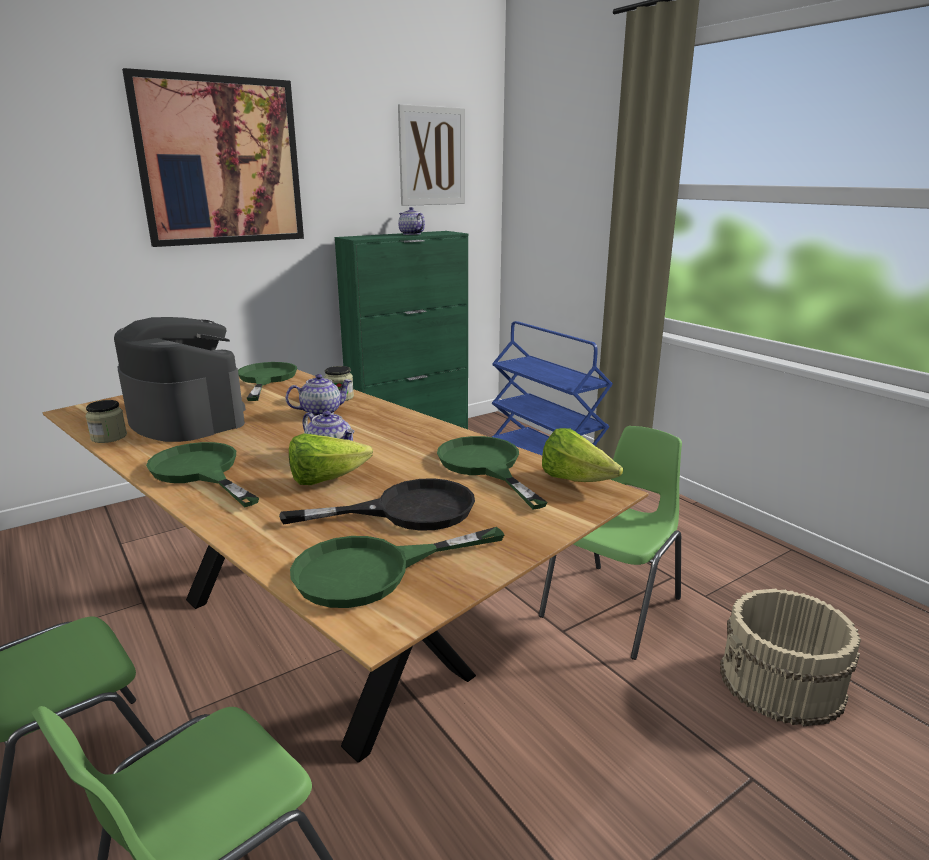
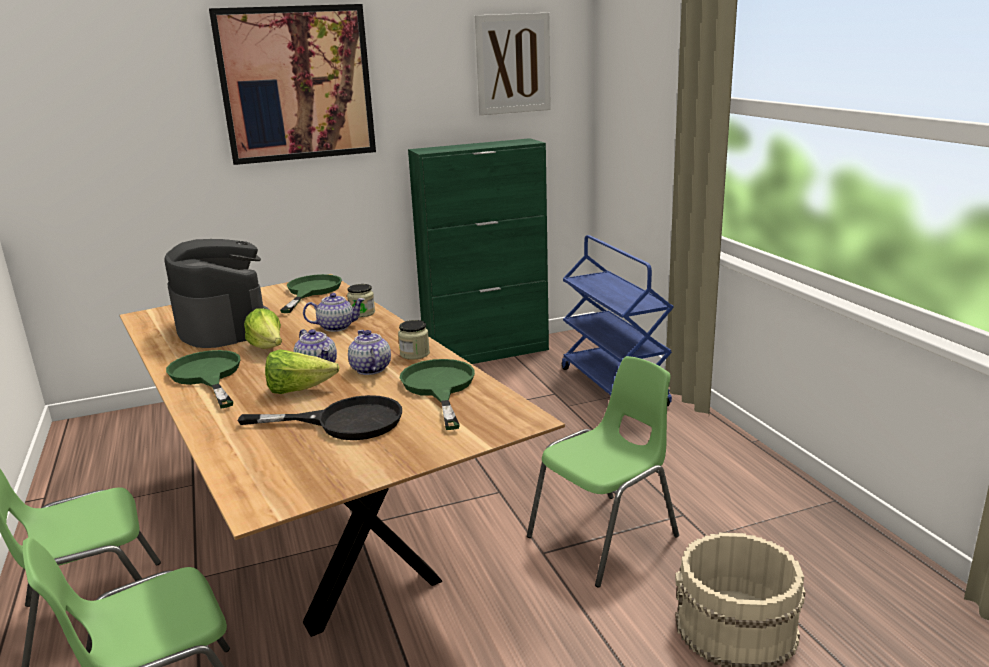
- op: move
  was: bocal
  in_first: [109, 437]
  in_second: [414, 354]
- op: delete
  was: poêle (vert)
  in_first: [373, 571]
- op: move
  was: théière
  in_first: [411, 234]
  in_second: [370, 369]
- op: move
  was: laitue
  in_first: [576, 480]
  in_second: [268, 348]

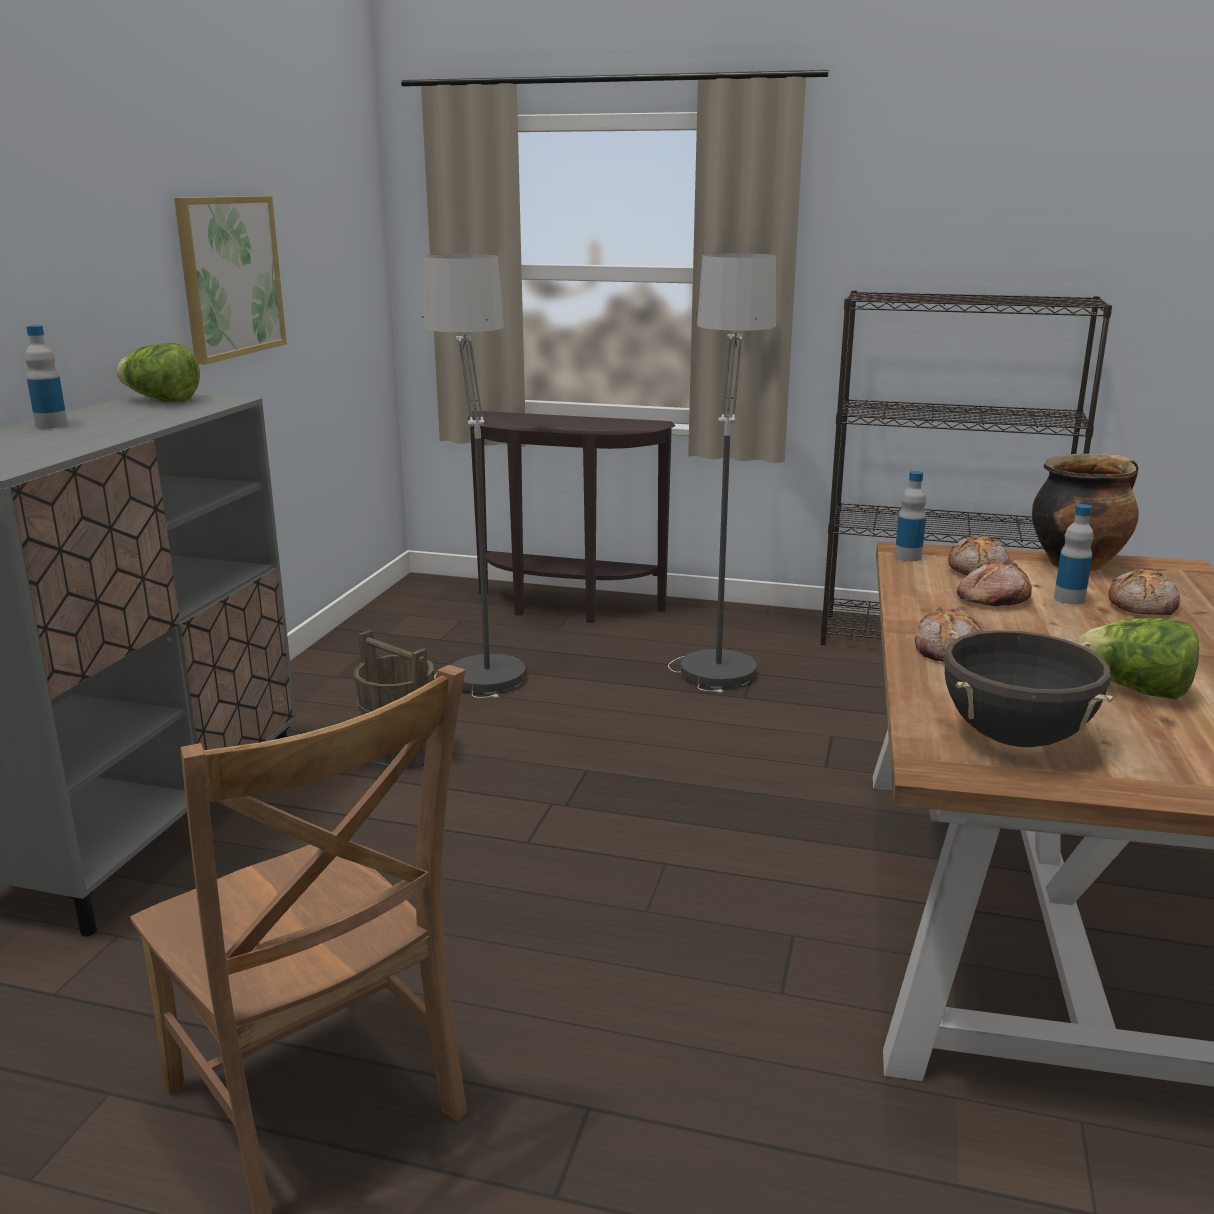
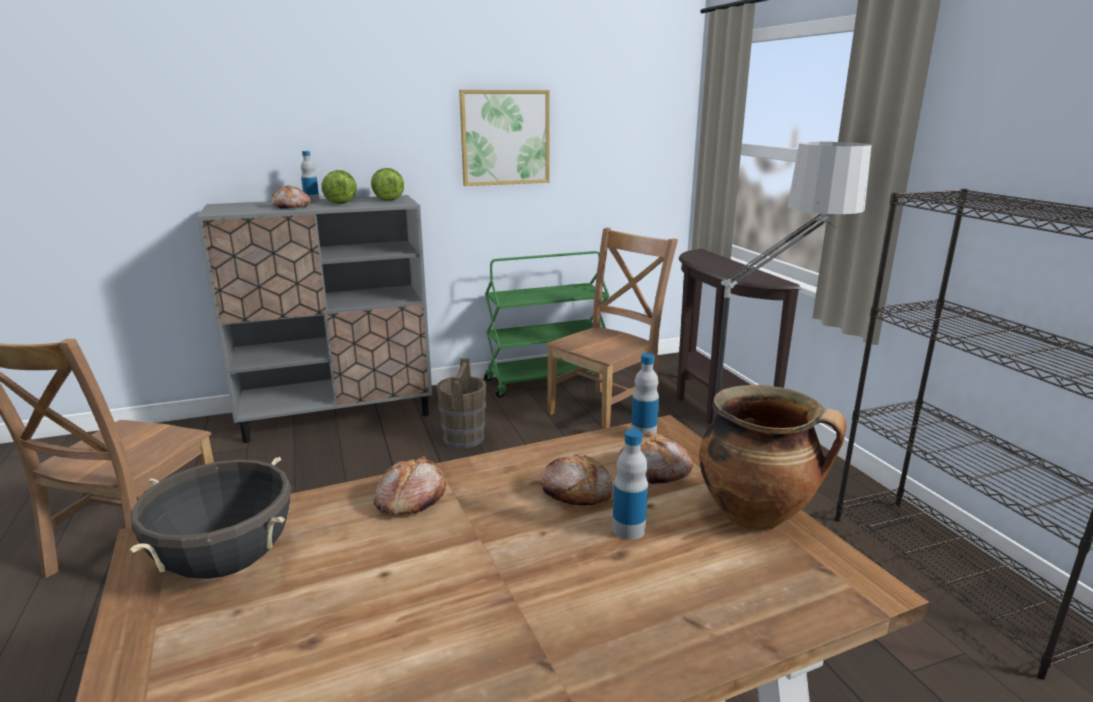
- op: replace
  was: lampadaire
  now: chaise (marron)
  in_first: [479, 655]
  in_second: [606, 410]
- op: move
  was: laitue
  in_first: [1136, 690]
  in_second: [341, 202]
- op: move
  was: pain
  in_first: [1143, 606]
  in_second: [291, 206]
- op: insert
  now: chariot (vert)
  in_second: [546, 380]

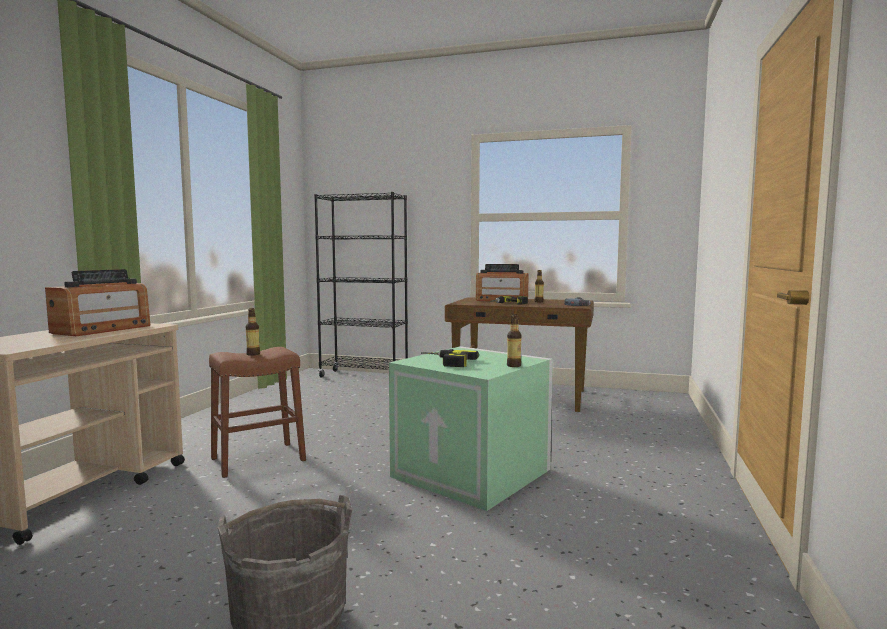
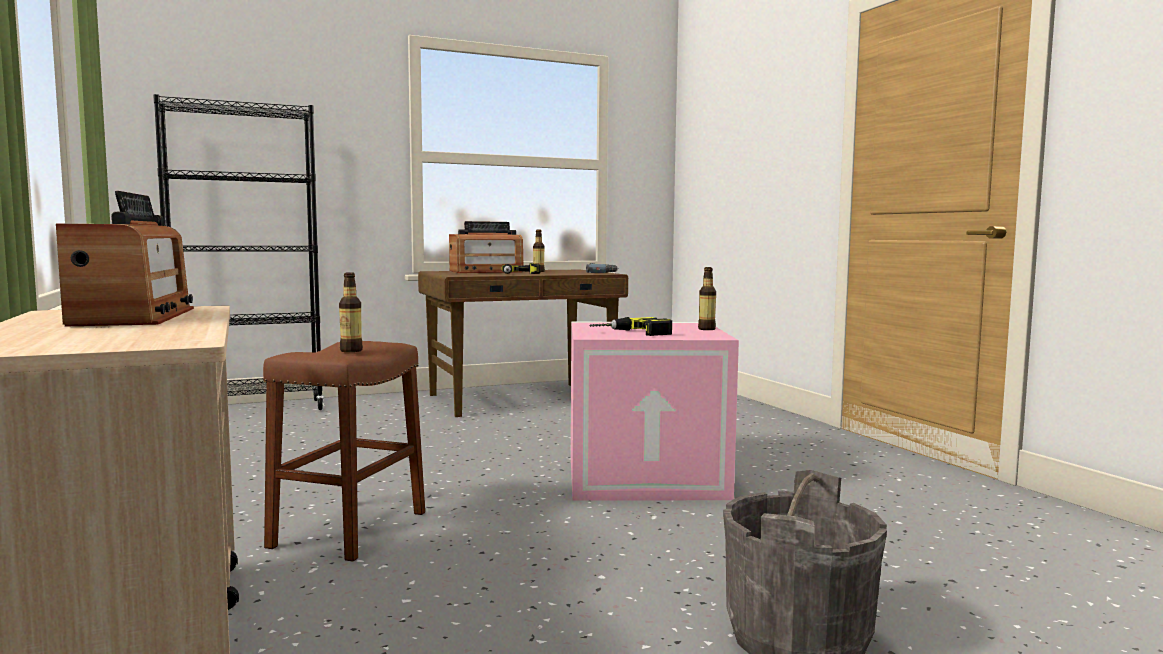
- op: recolor
  was: boîte de rangement (vert)
  now: boîte de rangement (rose)
  in_first: [474, 473]
  in_second: [646, 474]

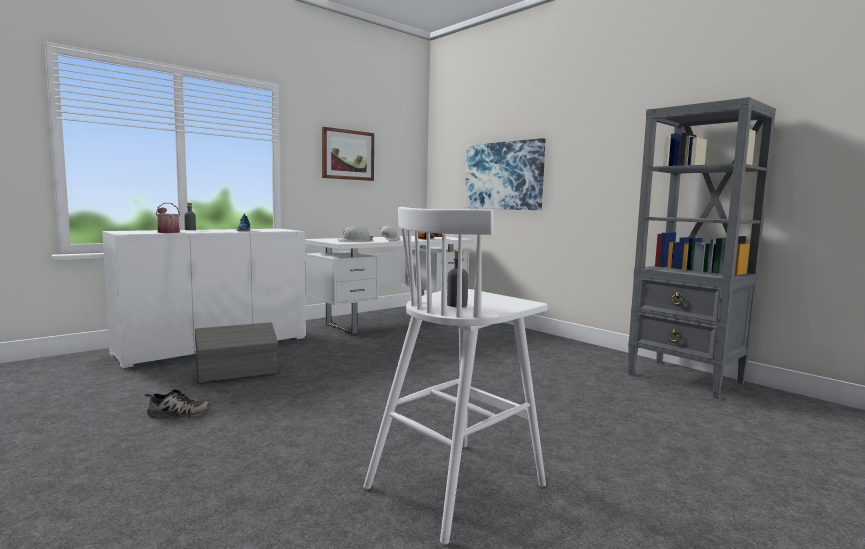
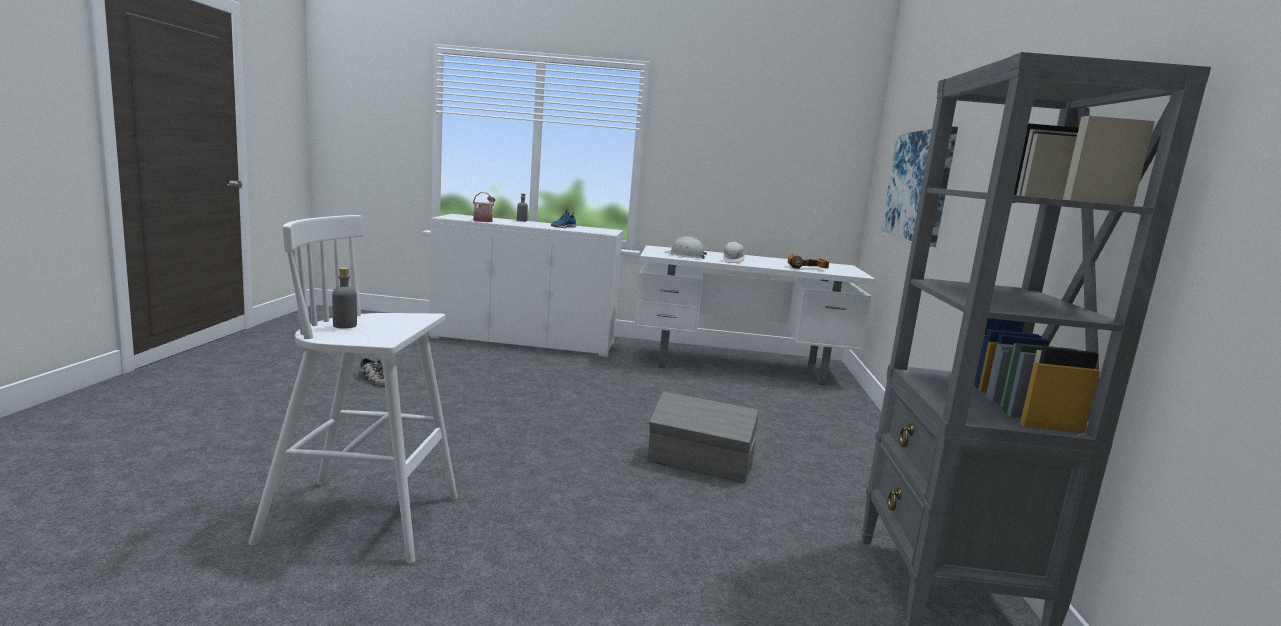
- op: move
  was: boîte de rangement (gris)
  in_first: [238, 373]
  in_second: [700, 464]
- op: delete
  was: tableau
  in_first: [348, 155]

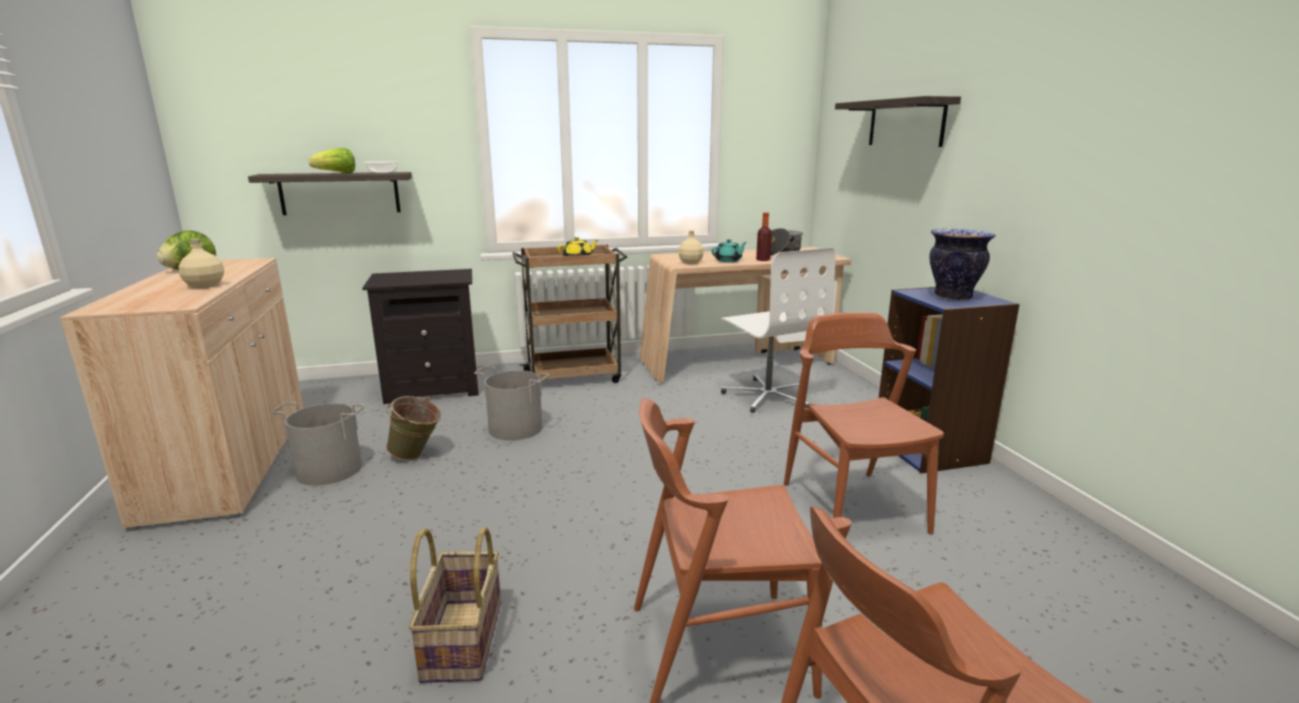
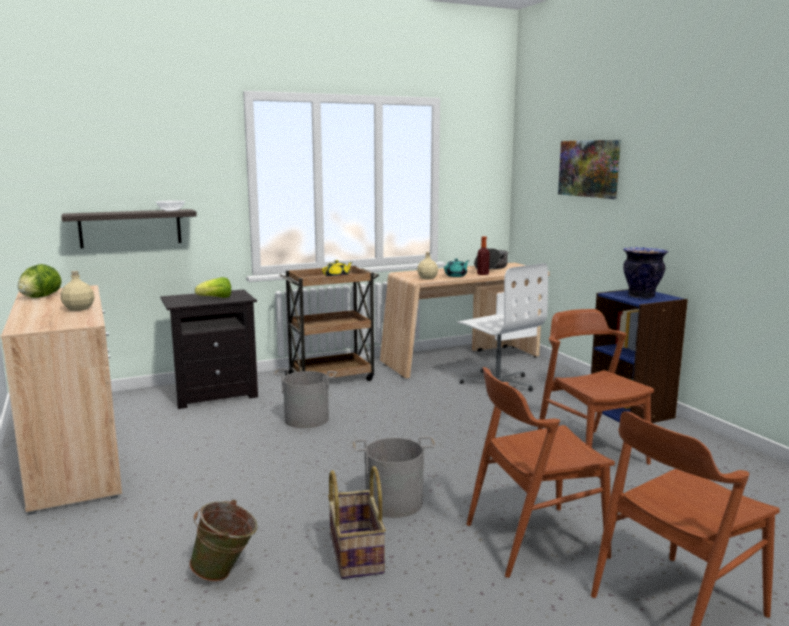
- op: move
  was: seau (gris)
  in_first: [330, 469]
  in_second: [394, 502]
- op: move
  was: laitue
  in_first: [336, 173]
  in_second: [216, 298]
- op: move
  was: seau (vert)
  in_first: [417, 456]
  in_second: [226, 574]
- op: replace
  was: étagère
  now: tableau
  in_first: [905, 123]
  in_second: [589, 168]

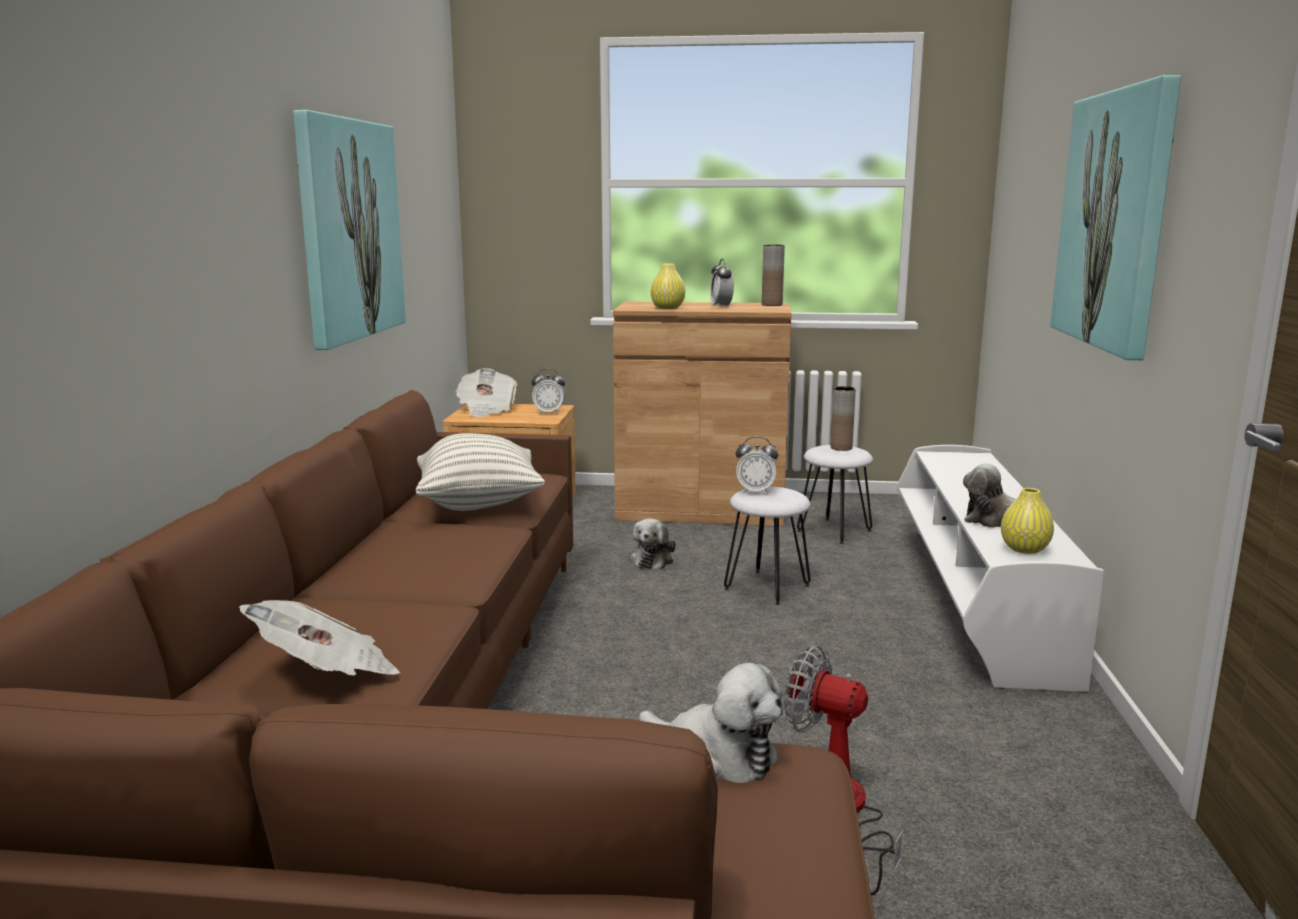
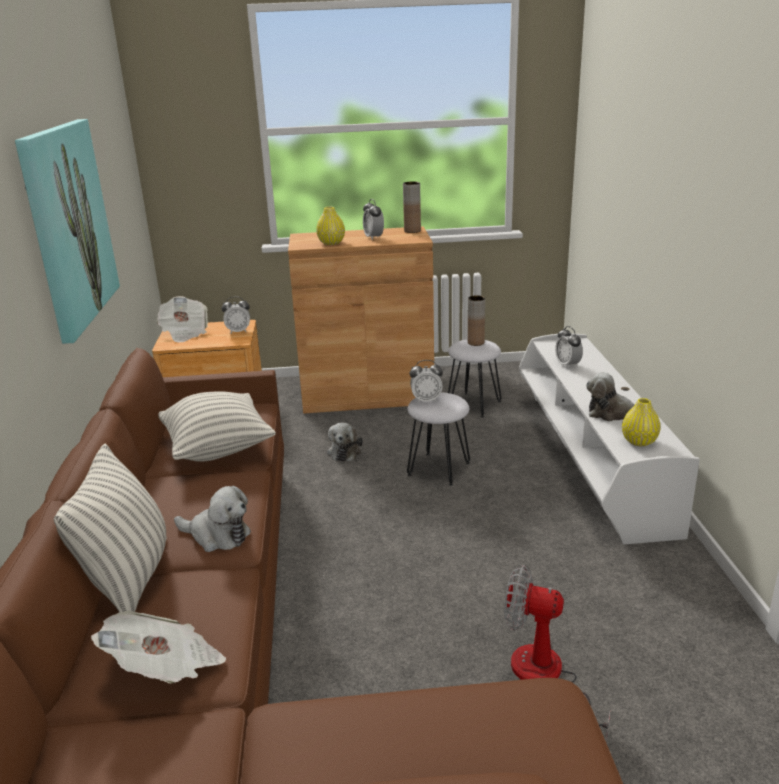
- op: move
  was: peluche
  in_first: [716, 756]
  in_second: [217, 535]
- op: delete
  was: tableau
  in_first: [1115, 220]
- op: insert
  now: coussin
  in_second: [129, 579]
- op: insert
  now: réveil
  in_second: [567, 365]

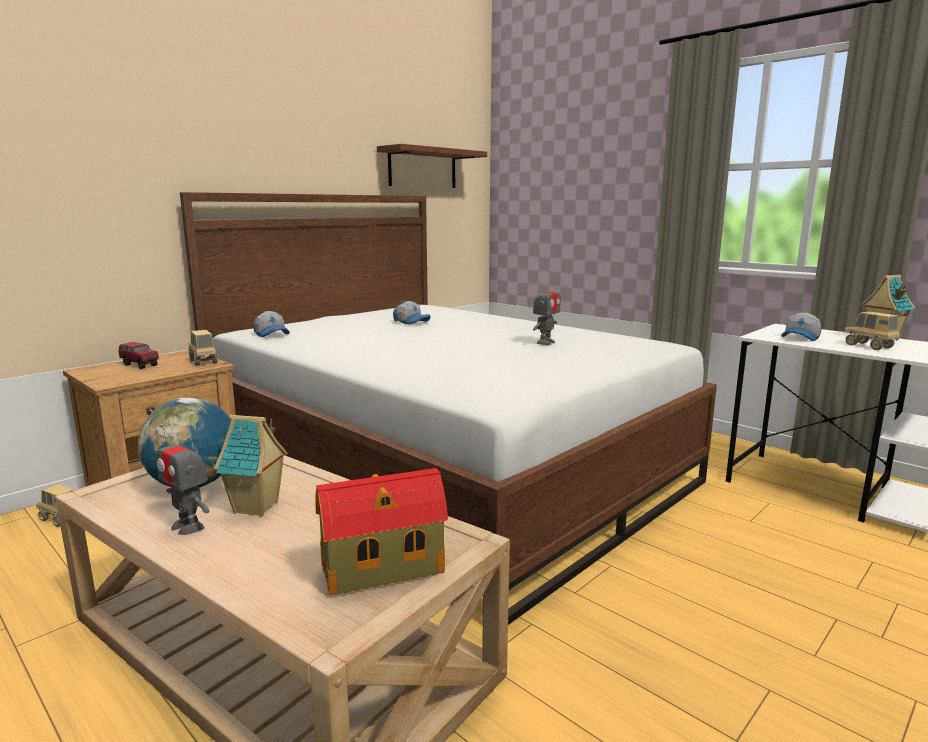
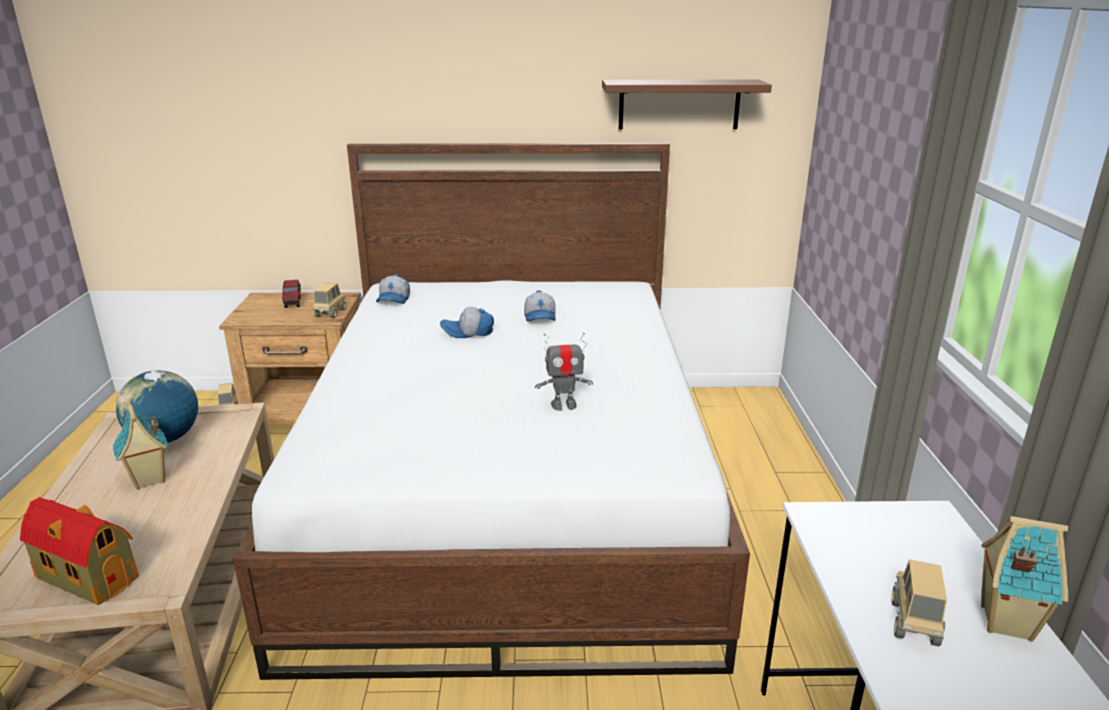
- op: delete
  was: robot jouet
  in_first: [188, 526]
- op: move
  was: casquette
  in_first: [801, 338]
  in_second: [468, 332]

